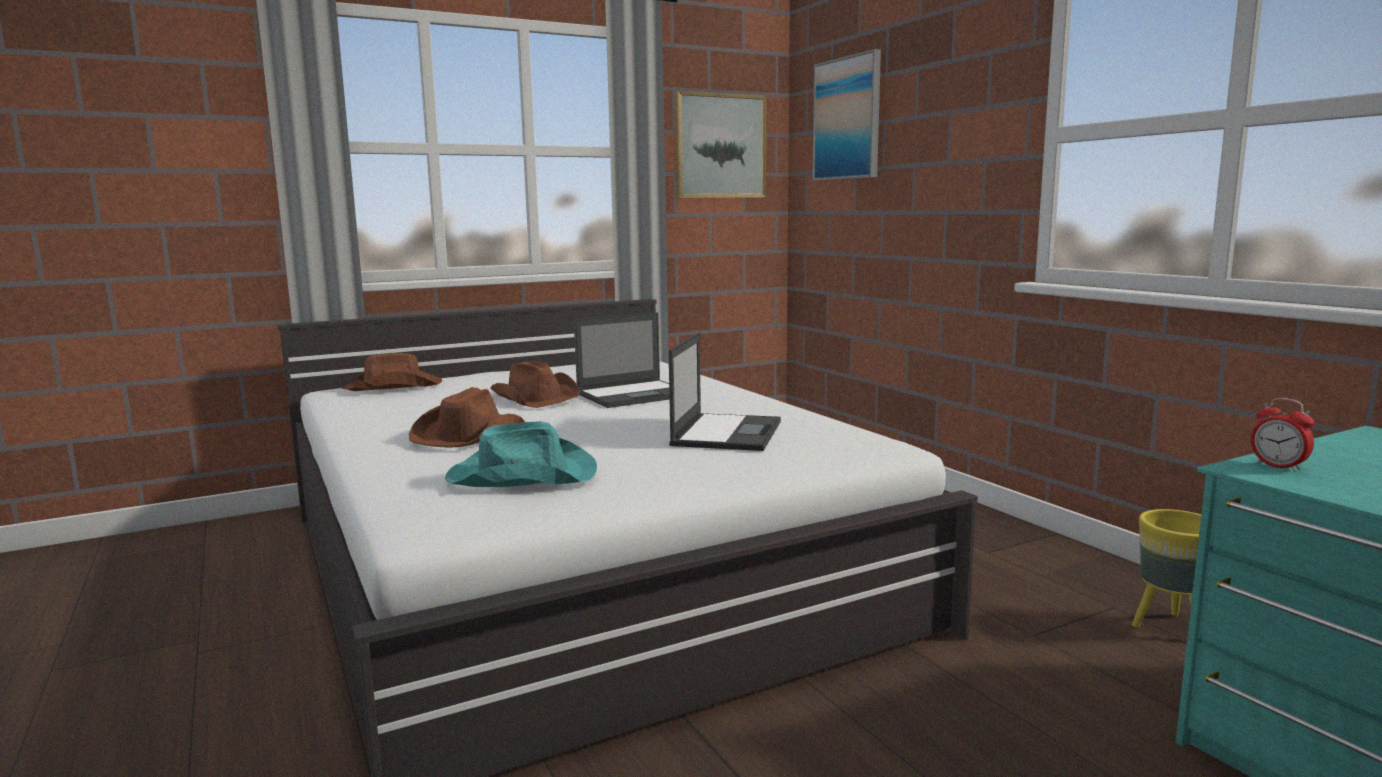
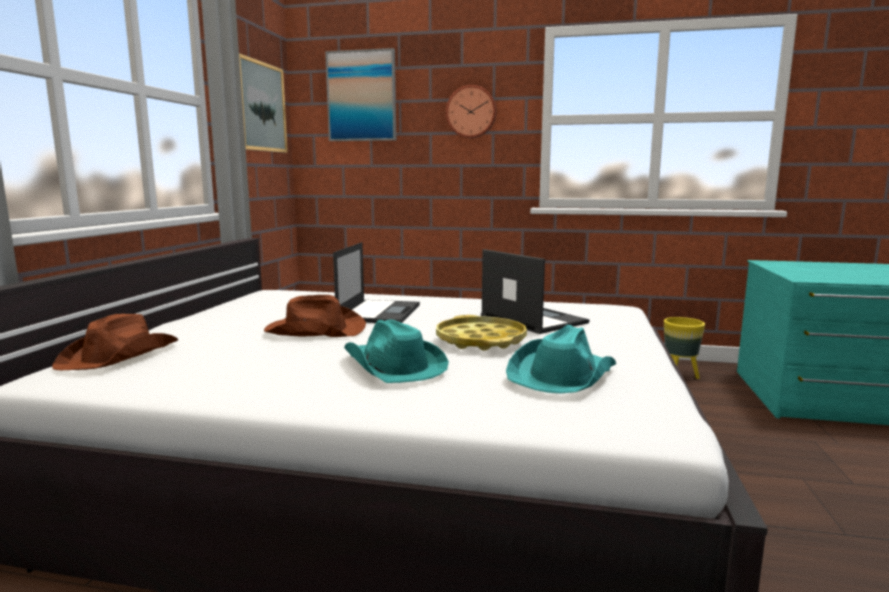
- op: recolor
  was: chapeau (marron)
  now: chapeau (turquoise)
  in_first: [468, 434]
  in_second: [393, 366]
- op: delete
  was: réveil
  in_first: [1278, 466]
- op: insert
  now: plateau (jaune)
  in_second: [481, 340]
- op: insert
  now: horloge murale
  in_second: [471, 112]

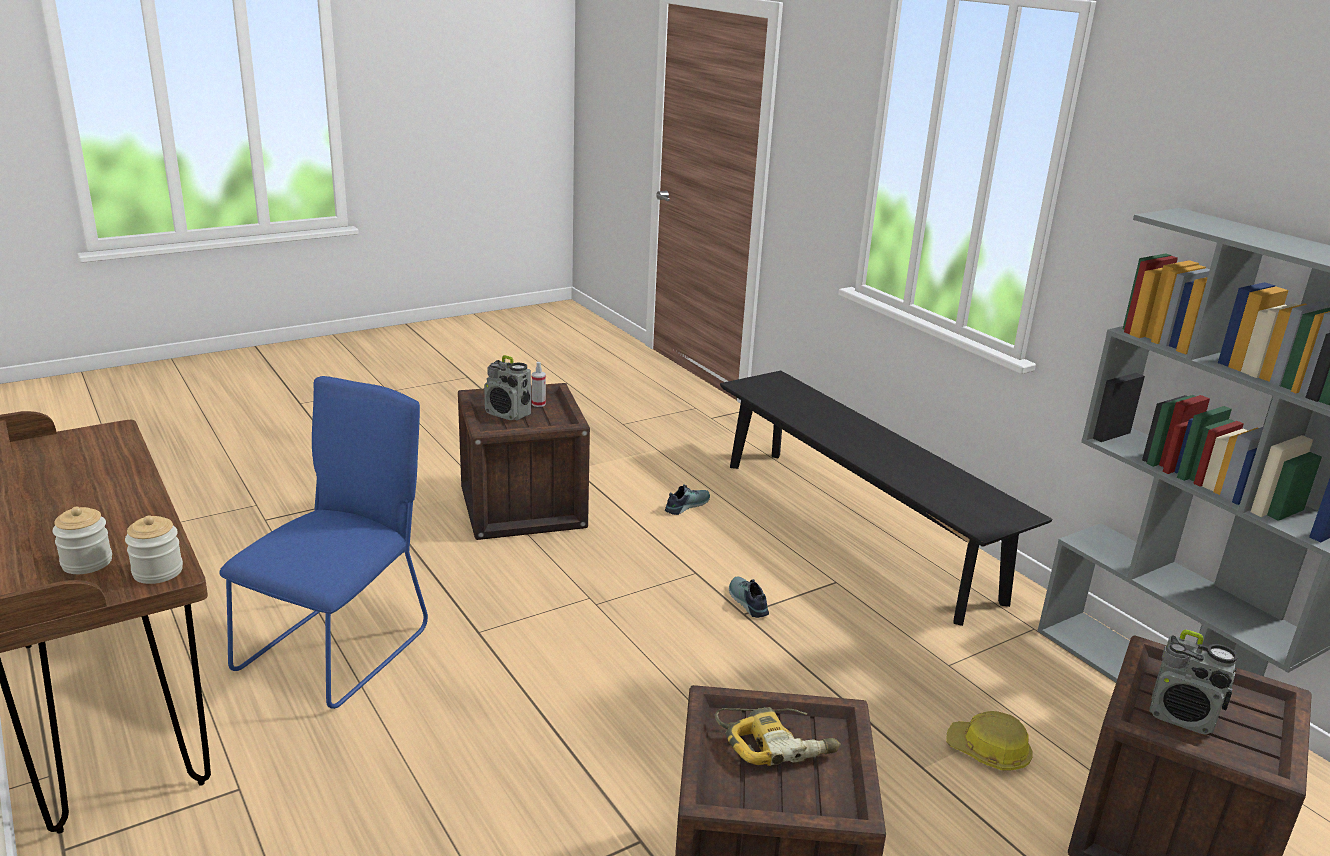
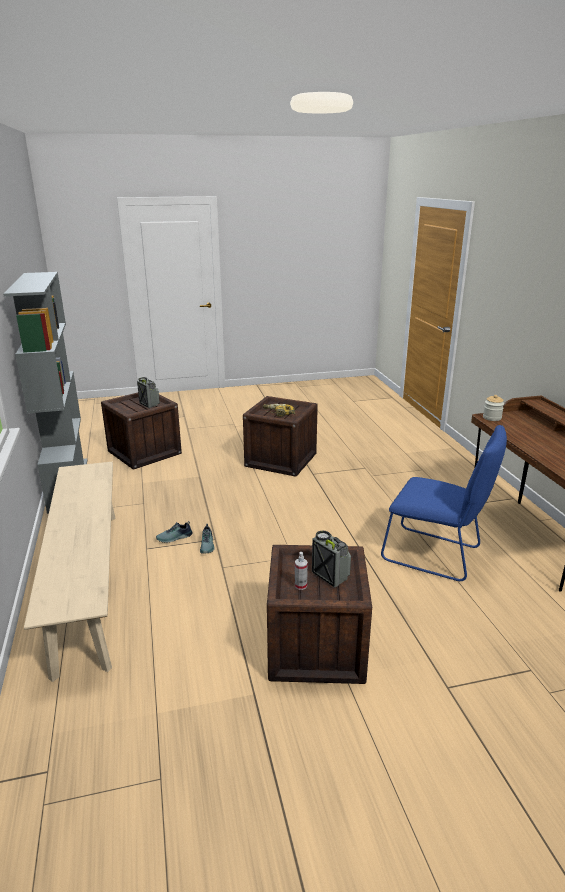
- op: delete
  was: bocal
  in_first: [87, 562]
- op: rotate
  was: chaise (bleu)
  in_first: [340, 645]
  in_second: [435, 555]
  clockwise: -105
- op: move
  was: chaussure
  in_first: [686, 505]
  in_second: [174, 538]
- op: recolor
  was: banc (noir)
  now: banc (beige)
  in_first: [855, 528]
  in_second: [88, 583]
- op: delete
  was: casque de chantier
  in_first: [988, 752]

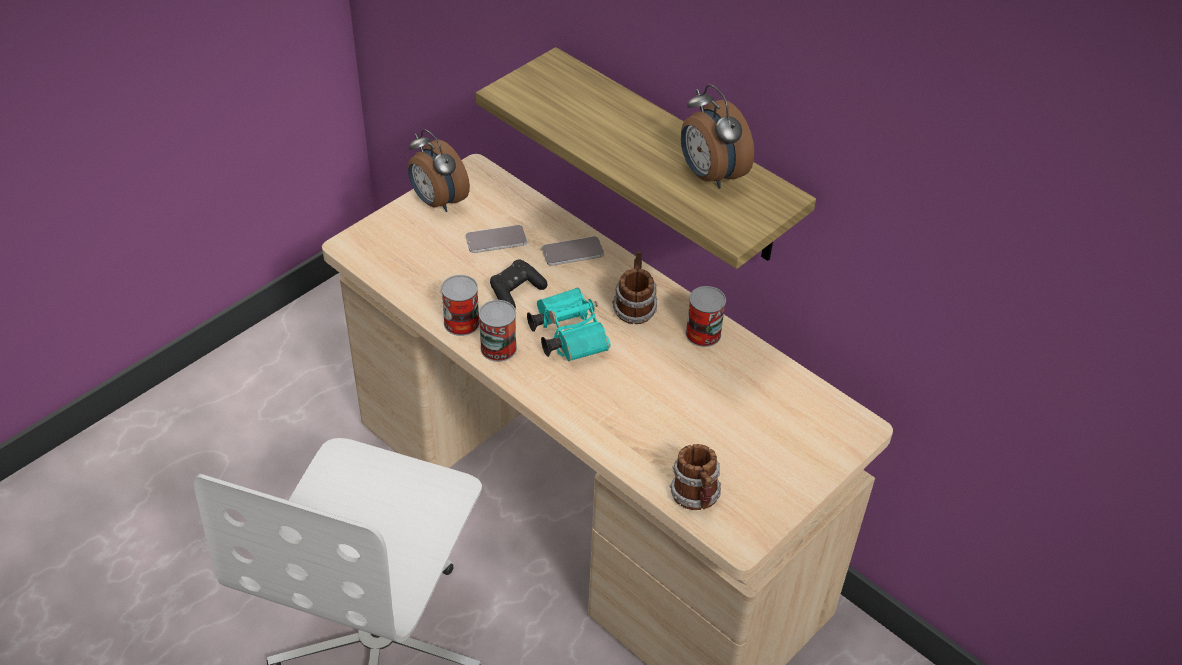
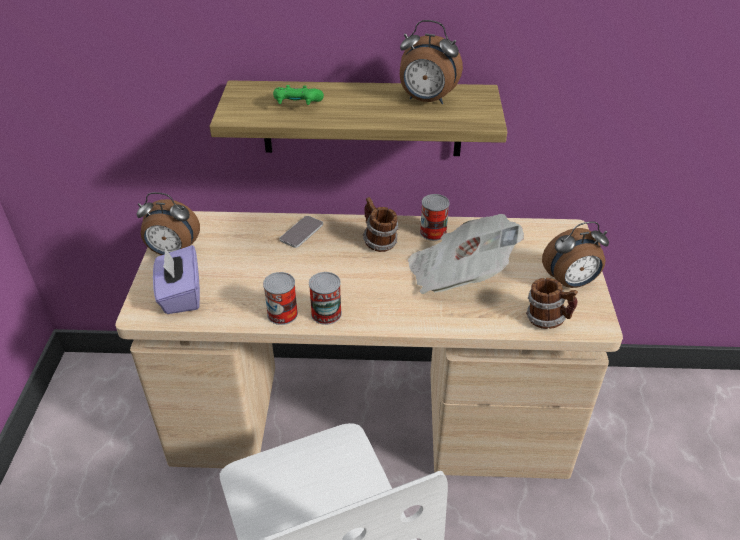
- op: delete
  was: téléphone
  in_first: [496, 240]
- op: delete
  was: manette (noir)
  in_first: [516, 292]
- op: delete
  was: jumelles (turquoise)
  in_first: [566, 335]
- op: insert
  now: boîte à mouchoirs (violet)
  in_second: [180, 295]
- op: insert
  now: manette (vert)
  in_second: [297, 105]
- op: insert
  now: journal
  in_second: [458, 275]
- op: insert
  now: réveil
  in_second: [570, 283]

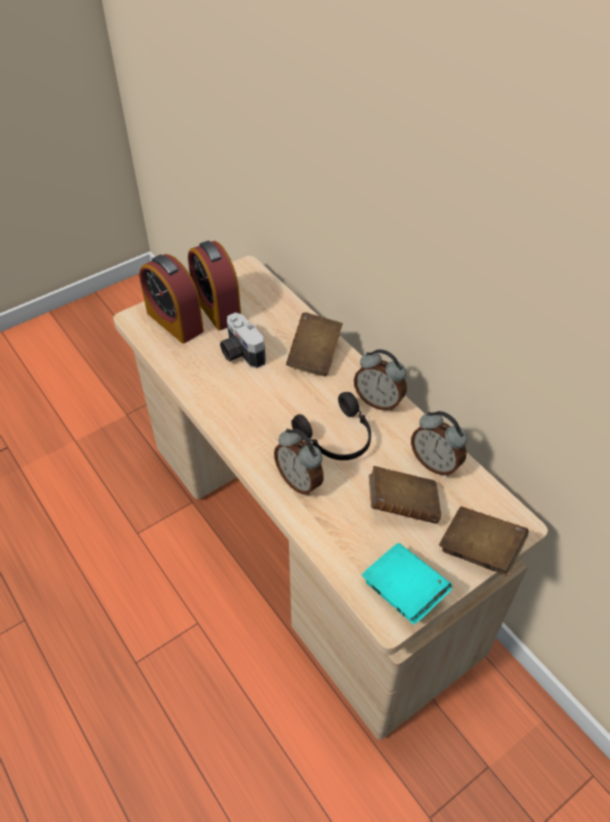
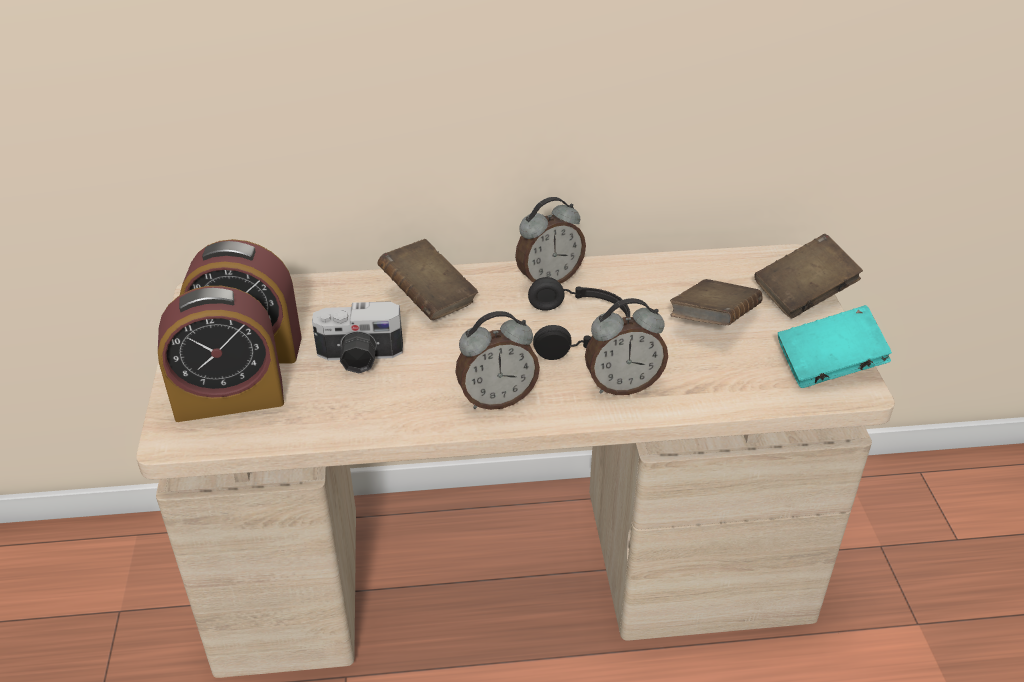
- op: move
  was: réveil
  in_first: [435, 463]
  in_second: [497, 398]

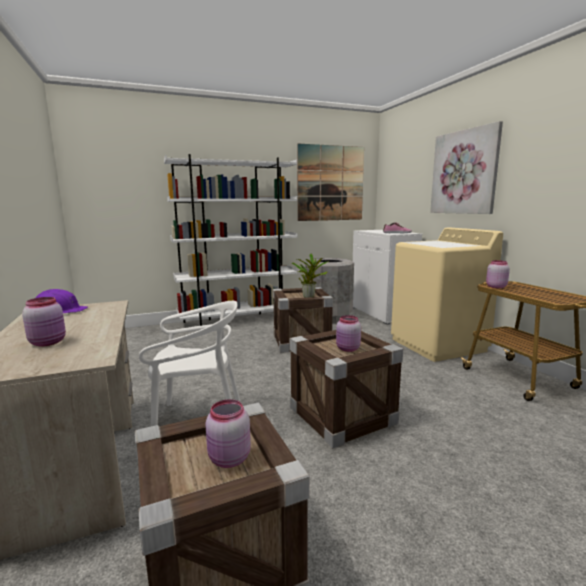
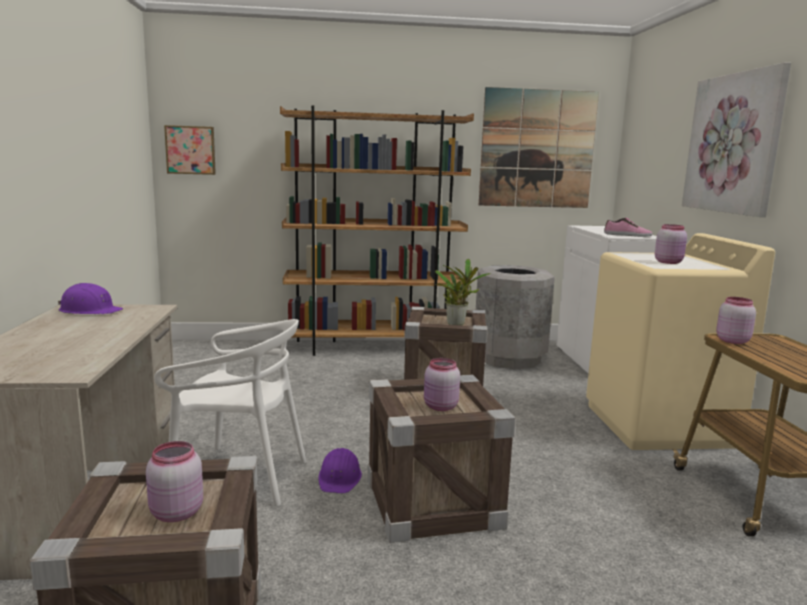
- op: move
  was: bocal (rose)
  in_first: [49, 342]
  in_second: [669, 262]
- op: recolor
  was: bibliothèque (blanc)
  now: bibliothèque (marron)
  in_first: [239, 321]
  in_second: [373, 348]
- op: insert
  now: tableau
  in_second: [191, 150]
- op: insert
  now: casque de chantier (violet)
  in_second: [340, 478]

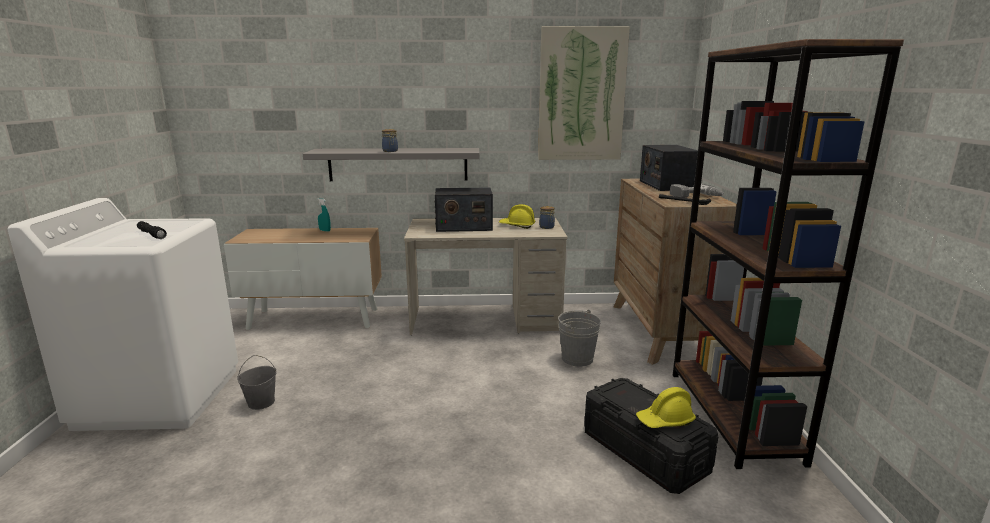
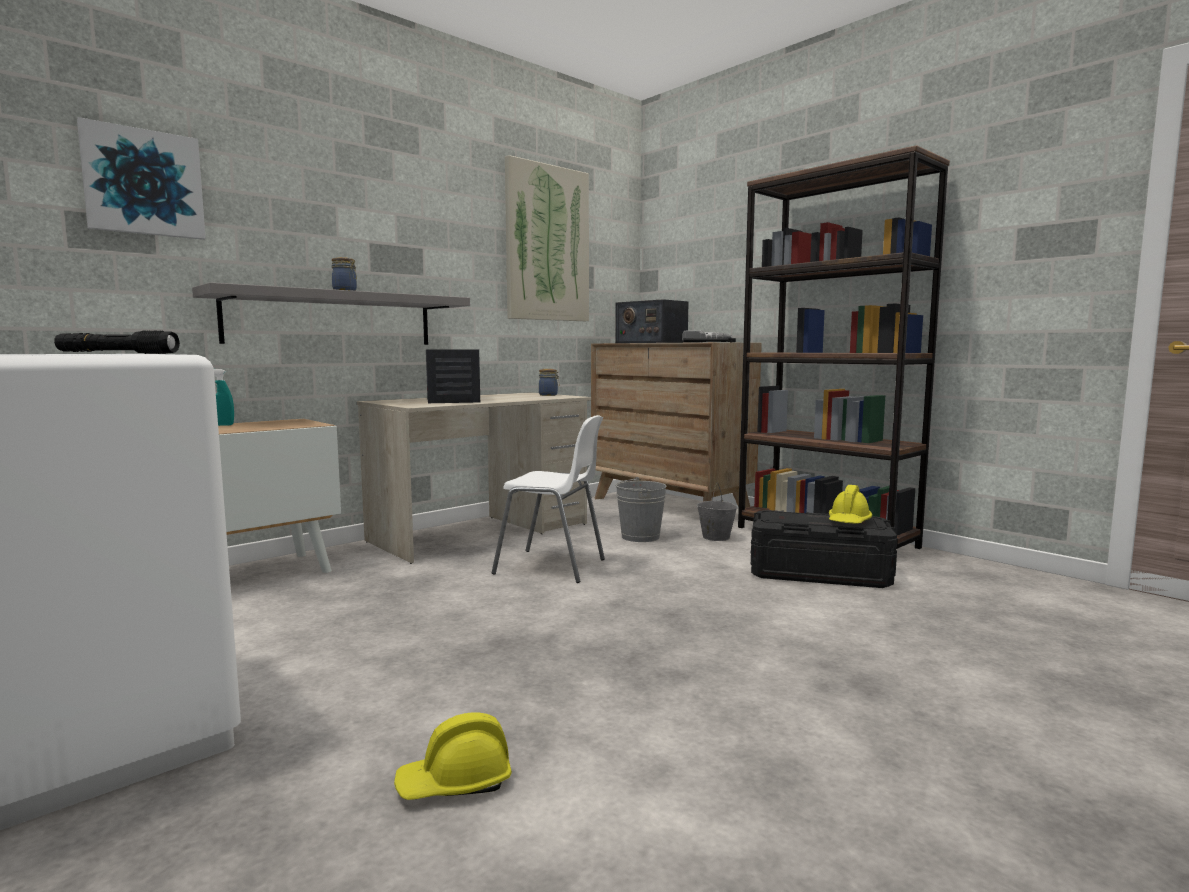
- op: move
  was: seau (gris)
  in_first: [261, 402]
  in_second: [715, 537]
- op: rotate
  was: radio
  in_first: [463, 226]
  in_second: [452, 400]
  clockwise: -60
- op: move
  was: casque de chantier (jaune)
  in_first: [517, 225]
  in_second: [455, 783]
- op: insert
  now: tableau
  in_second: [143, 183]
- op: insert
  now: chaise (blanc)
  in_second: [553, 567]

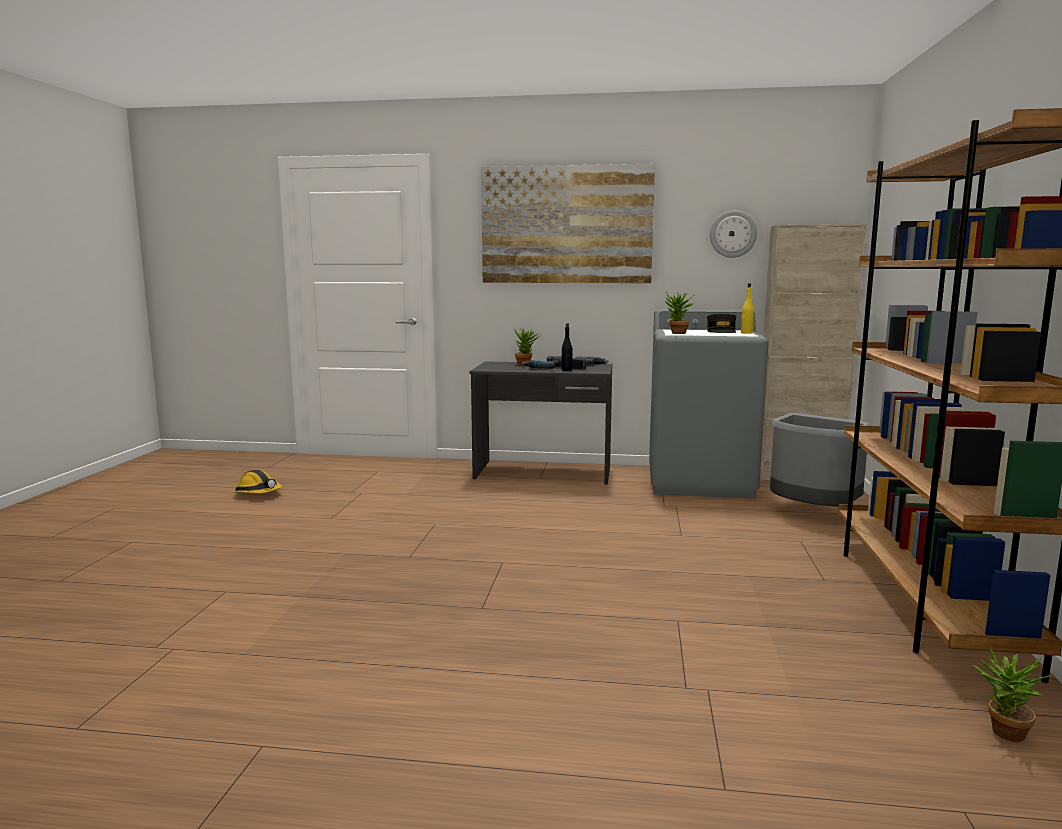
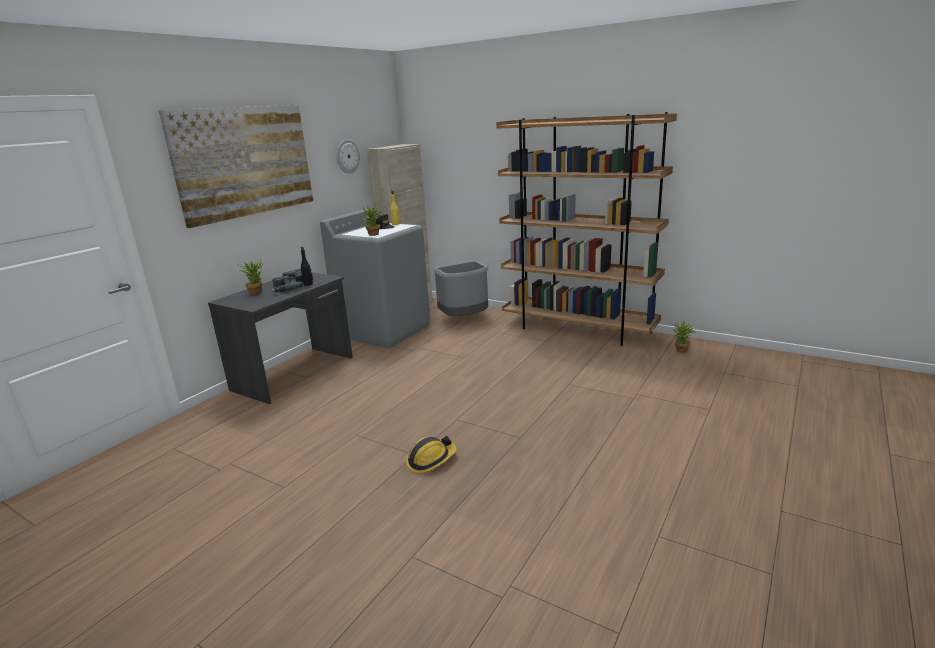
- op: move
  was: casque de chantier
  in_first: [258, 494]
  in_second: [431, 460]

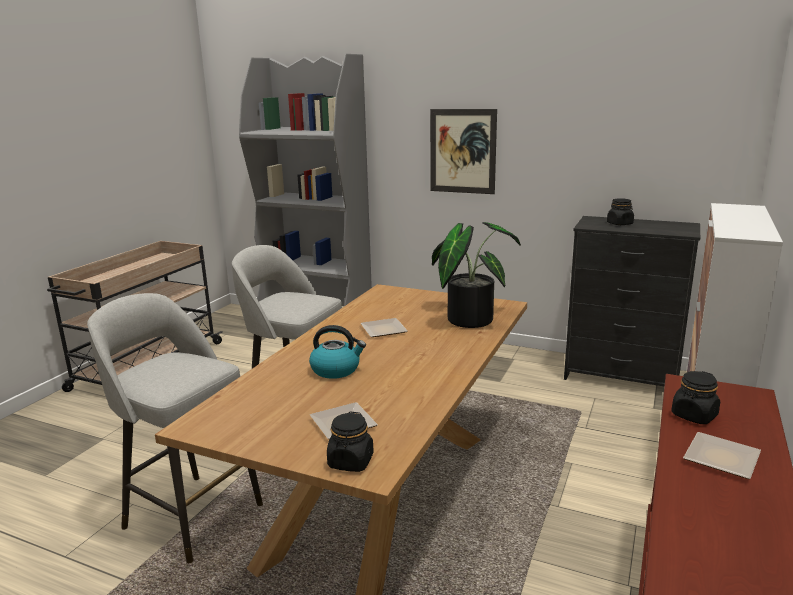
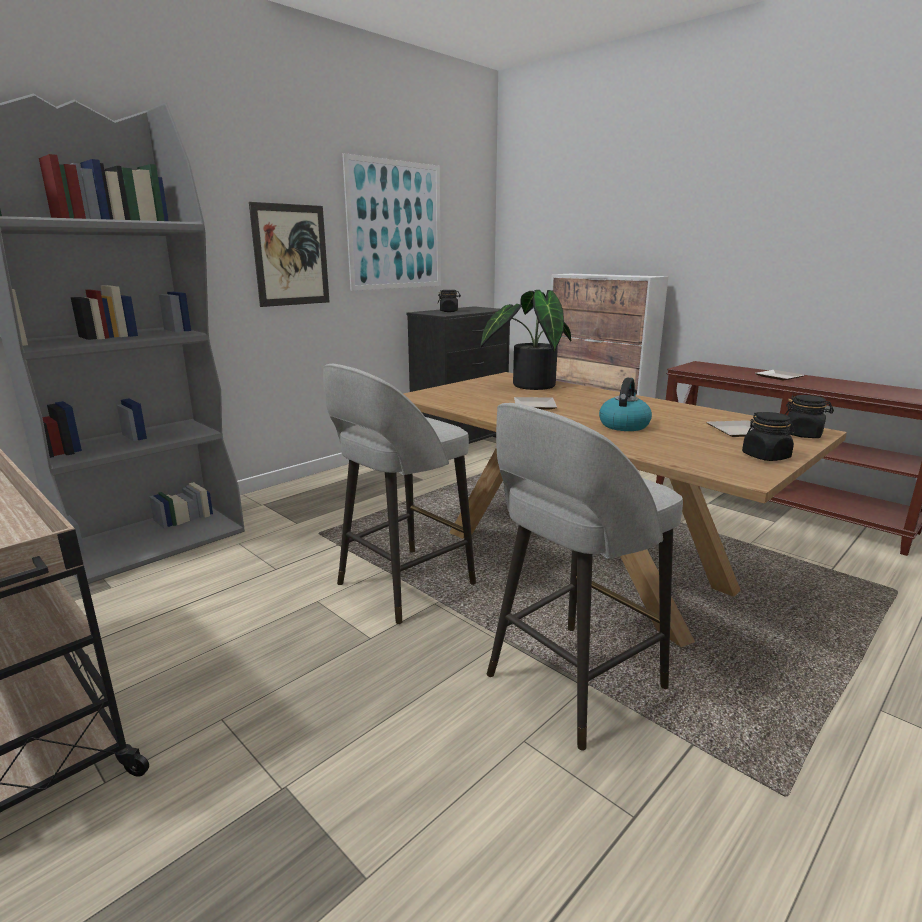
- op: move
  was: bocal (noir)
  in_first: [694, 415]
  in_second: [766, 456]
- op: insert
  now: tableau
  in_second: [395, 226]

